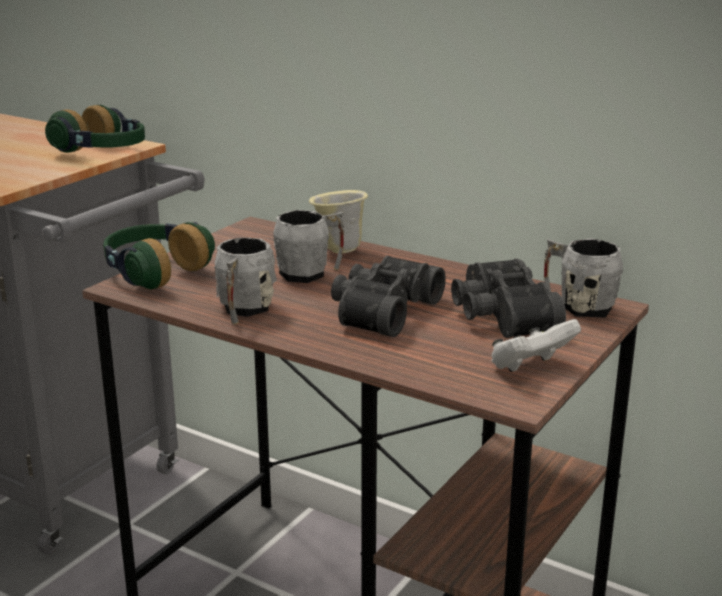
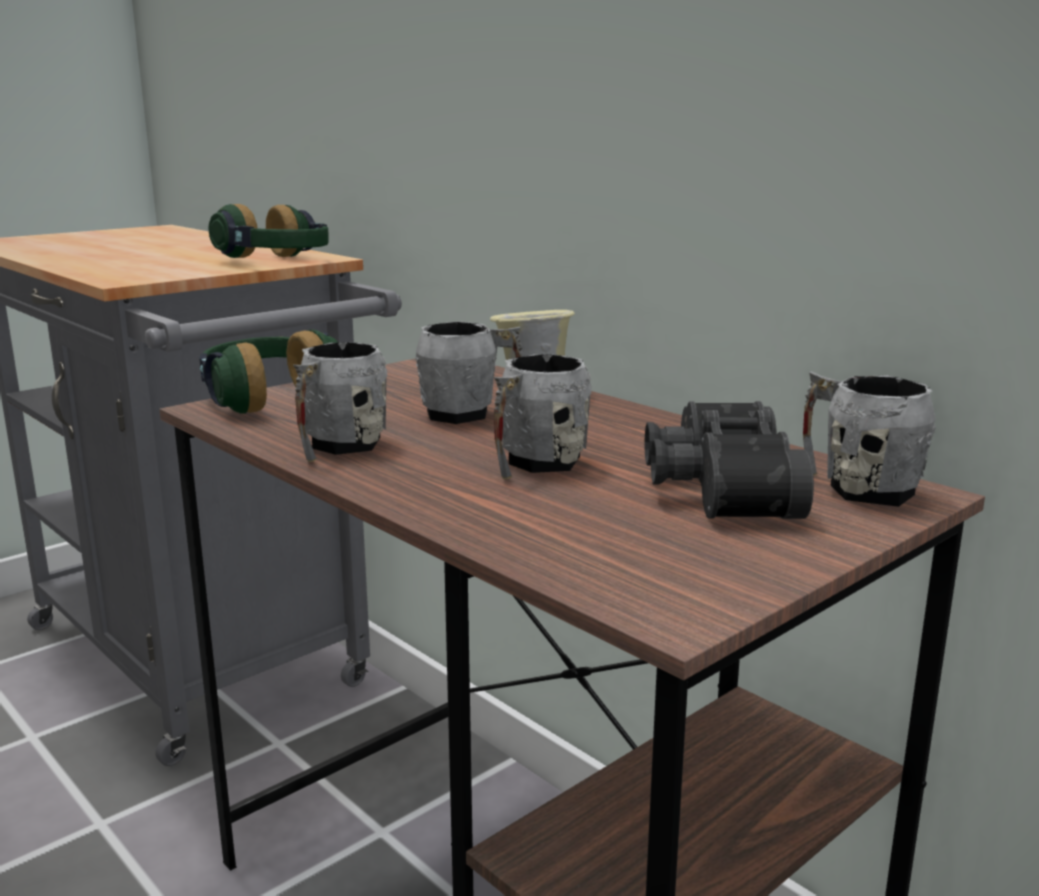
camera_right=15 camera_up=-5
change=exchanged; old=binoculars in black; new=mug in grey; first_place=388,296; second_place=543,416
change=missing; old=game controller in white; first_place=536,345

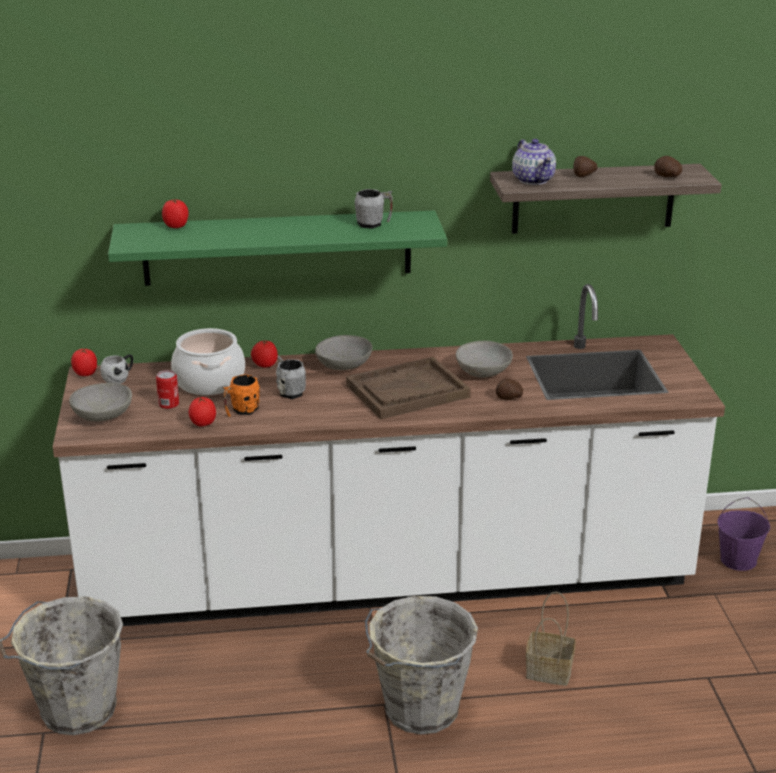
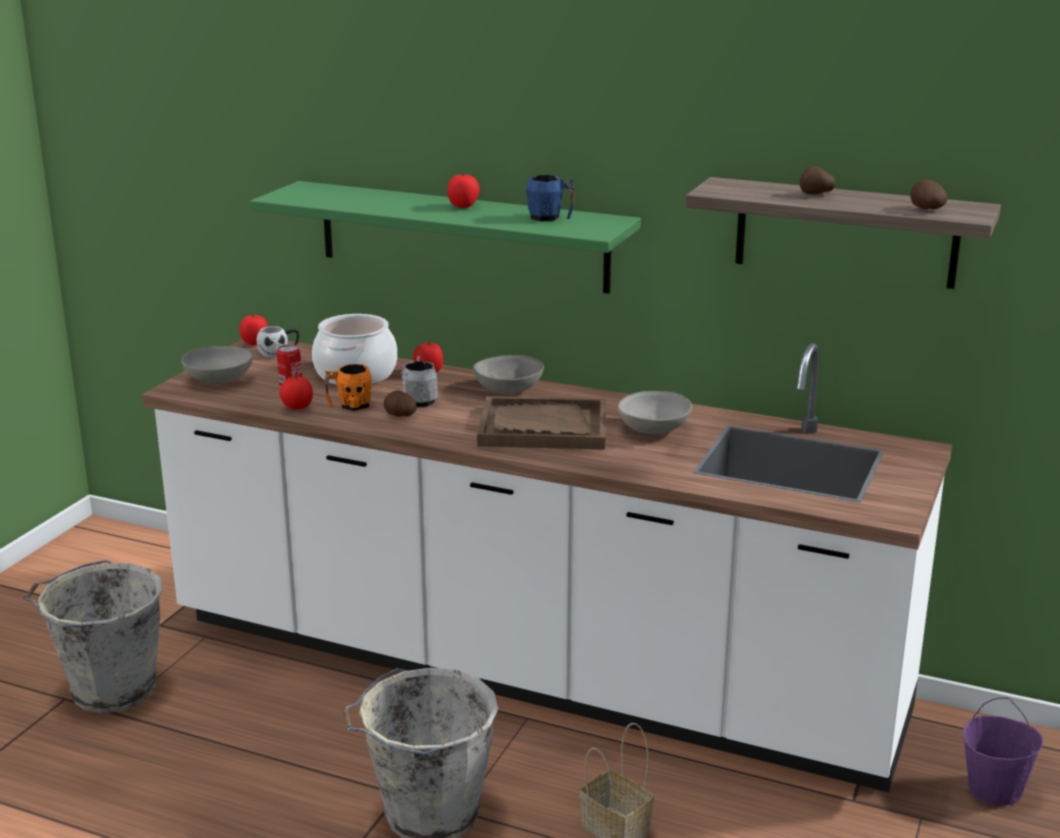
camera_right=30 camera_up=-5
change=missing; old=teapot; first_place=534,162
change=colour; old=mug in grey; new=mug in blue; first_place=374,209; second_place=550,198
change=relocated; old=tomato; first_place=175,213; second_place=463,190
change=relocated; old=potato; first_place=509,388; second_place=400,404

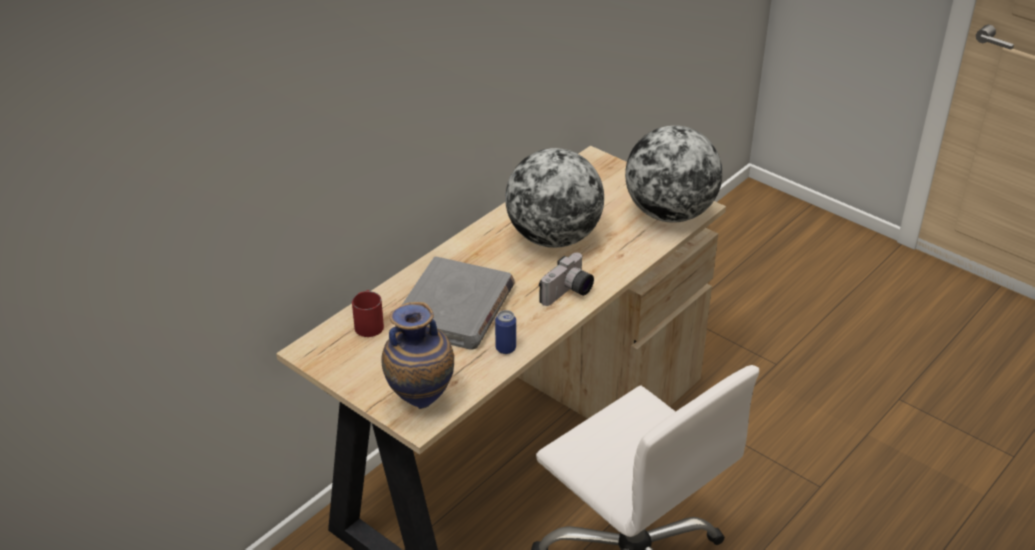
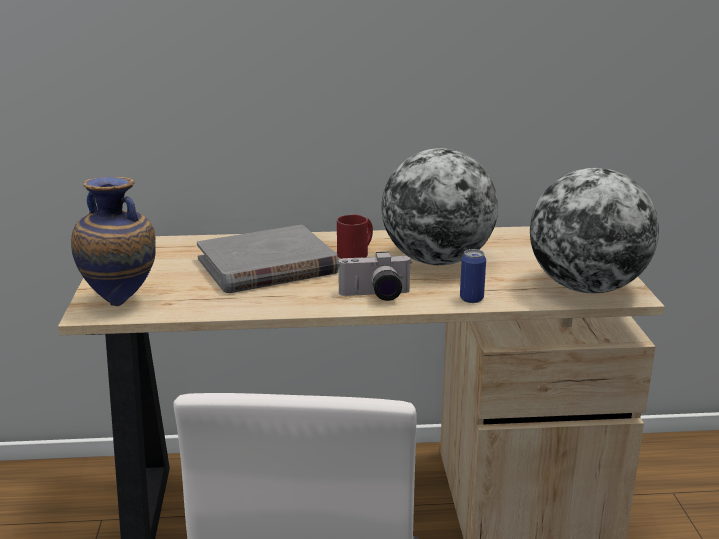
camera_right=45 camera_up=-15
change=relocated; old=mug in red; first_place=368,313; second_place=355,236
change=relocated; old=can; first_place=505,332; second_place=473,276

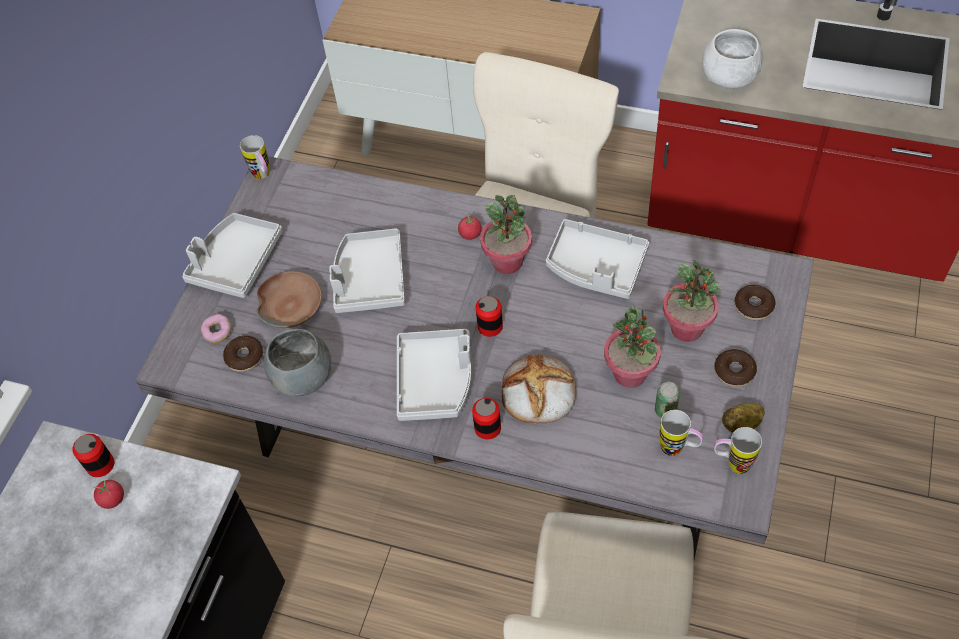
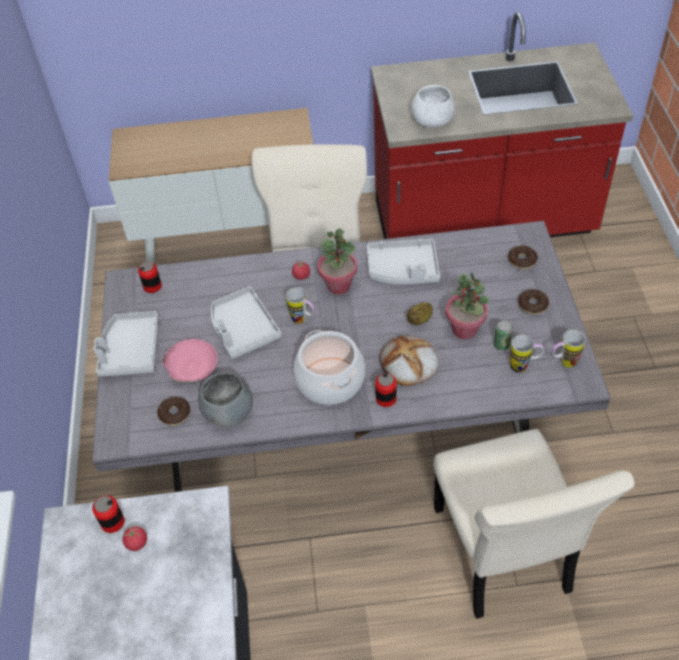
camera_right=-25 camera_up=-5
change=relocated; old=mug; first_place=255,157; second_place=300,305
change=missing; old=potted plant; first_place=692,301
change=colour; old=bowl in brown; new=bowl in pink; first_place=289,299; second_place=190,361
change=relocated; old=can; first_place=489,316; second_place=150,277
change=missing; old=donut; first_place=216,328
change=exchanged; old=tray in grey; new=cooking pot; first_place=434,375; second_place=329,367
change=relocated; old=potato; first_place=743,418; second_place=420,313

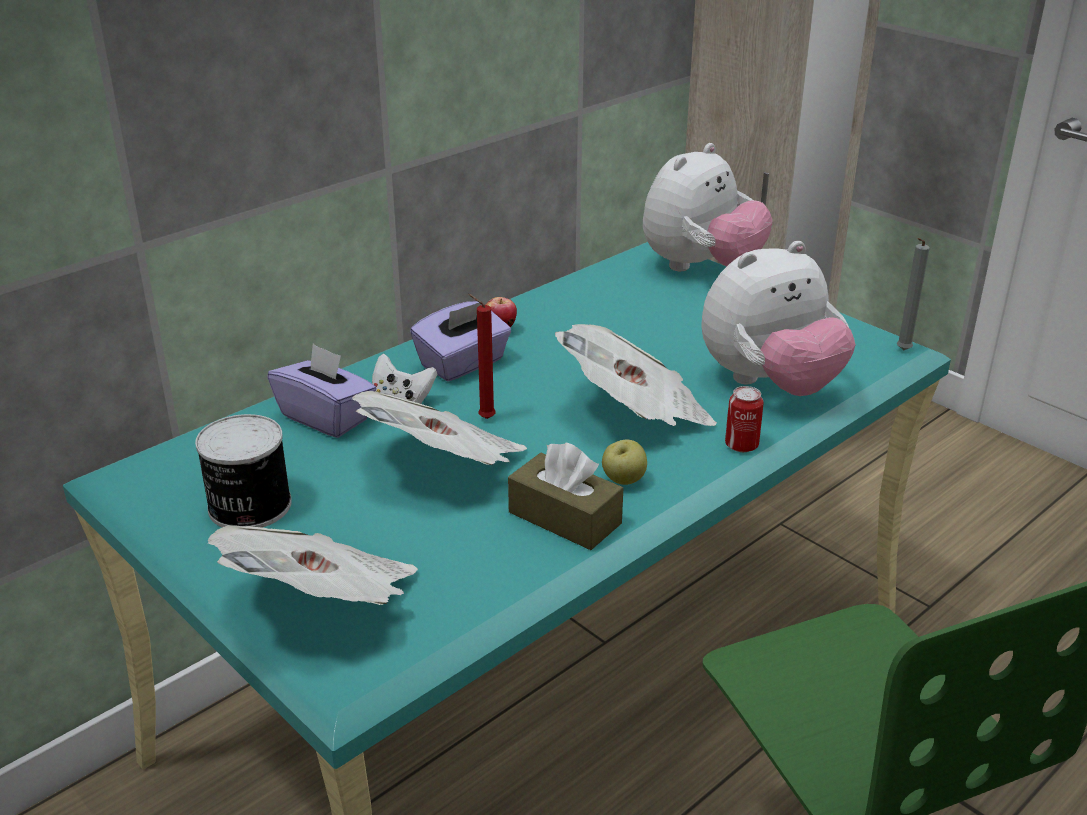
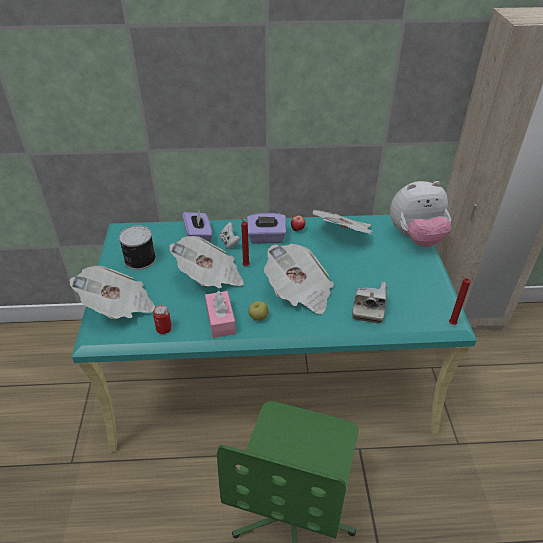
camera_right=40 camera_up=10
change=colour; old=candle in grey; new=candle in red; first_place=913,294; second_place=460,300
change=exchanged; old=plush toy; new=photo camera; first_place=778,318; second_place=369,303
change=relocated; old=can; first_place=744,419; second_place=162,319
change=colour; old=tissue box in brown; new=tissue box in pink; first_place=565,496; second_place=220,314
change=appeared; new=newspaper; second_place=343,222

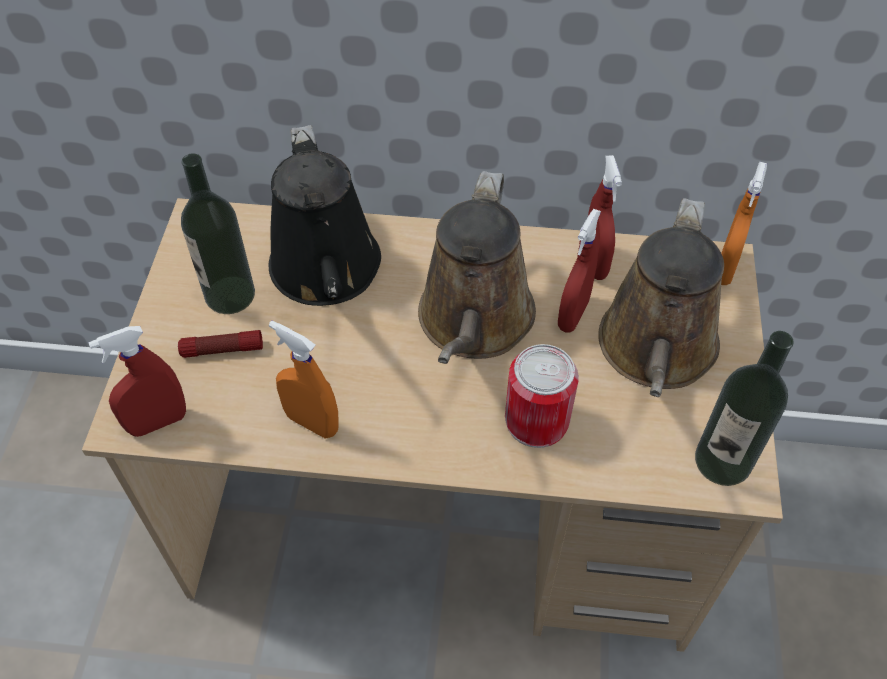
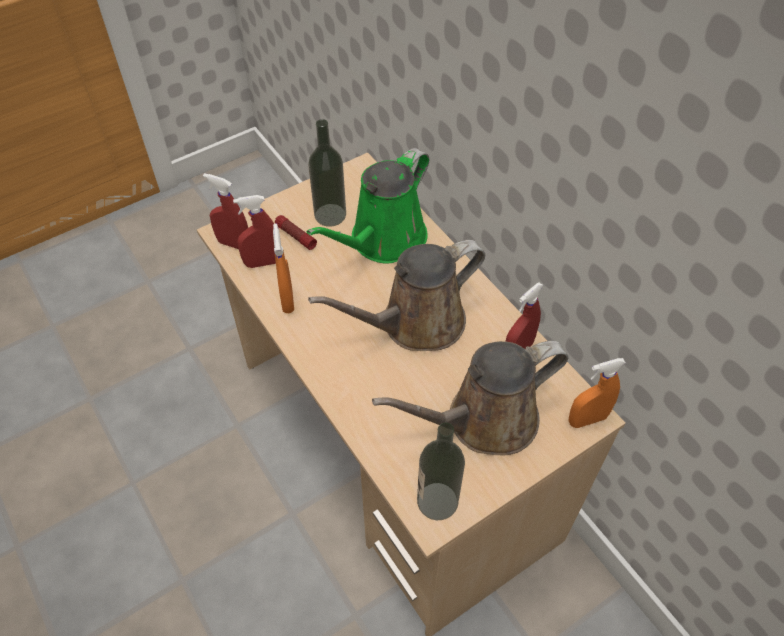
camera_right=50 camera_up=0
change=colour; old=watering can in black; new=watering can in green; first_place=324,215; second_place=368,206
change=relocated; old=spray bottle in red; first_place=579,271; second_place=254,231
change=missing; old=can; first_place=542,396

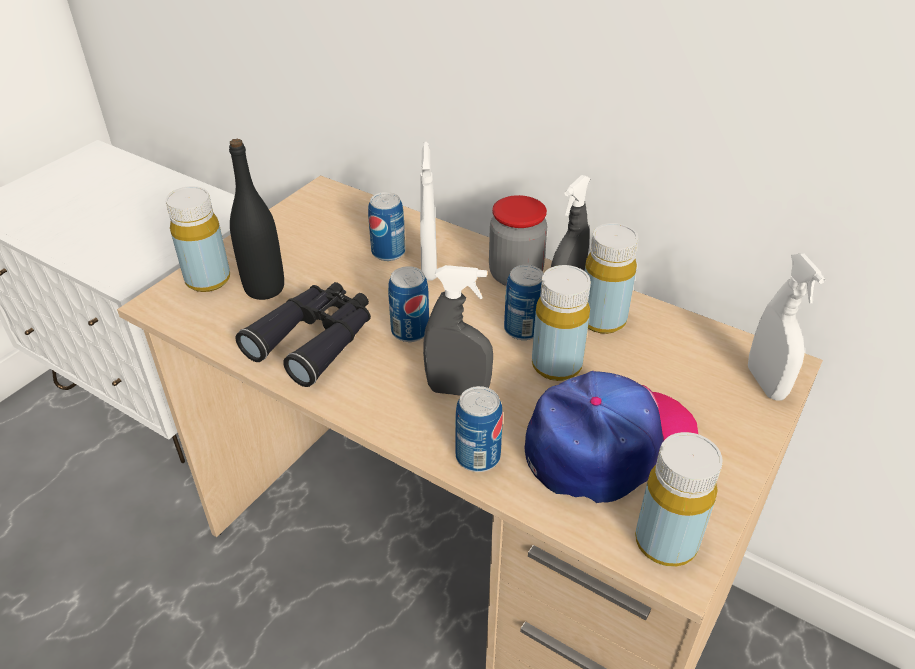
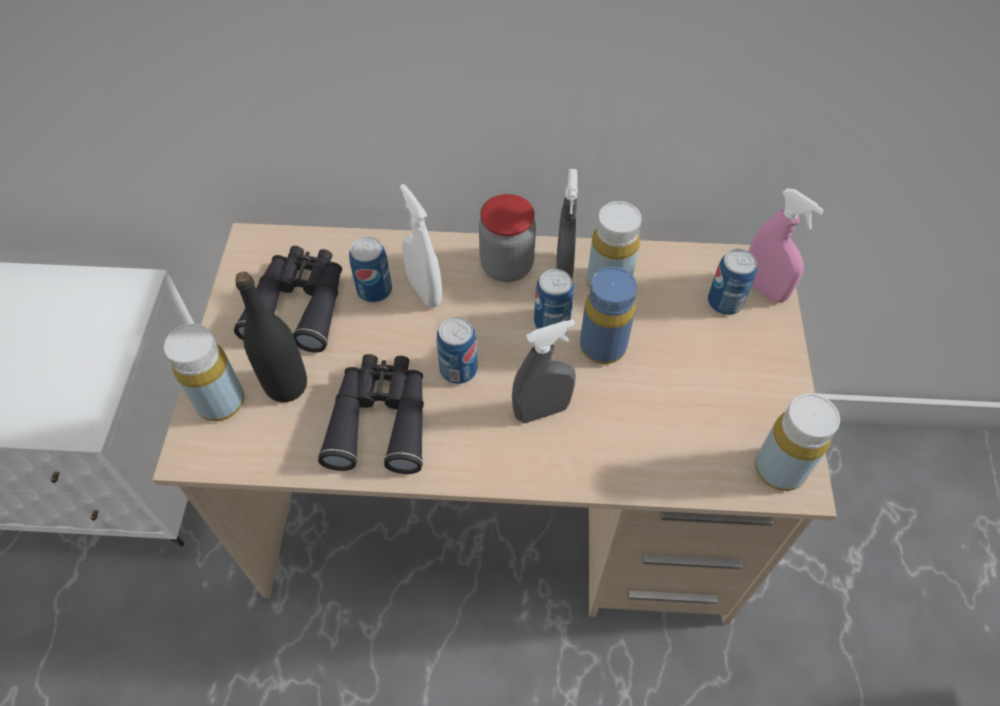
camera_right=-30 camera_up=15
change=colour; old=spray bottle in white; new=spray bottle in pink; first_place=787,327; second_place=786,245
change=colour; old=bottle in yellow; new=bottle in blue; first_place=561,323; second_place=608,315
change=missing; old=cap; first_place=611,437
change=relocated; old=can; first_place=479,429; second_place=732,282
change=appeared; new=binoculars in black; second_place=288,299

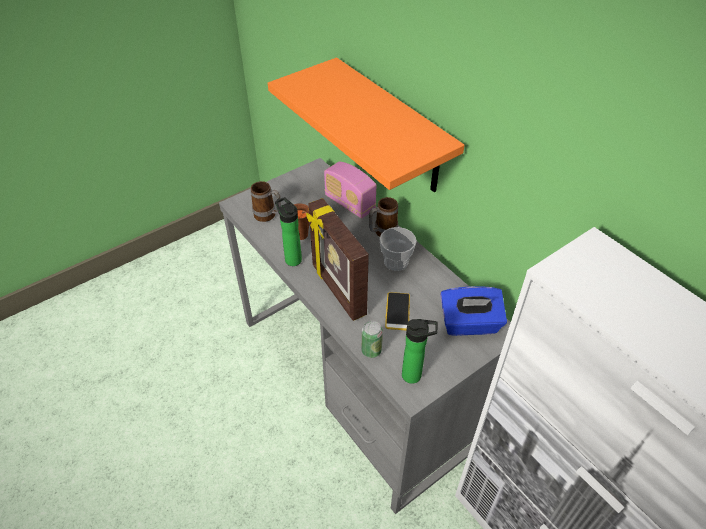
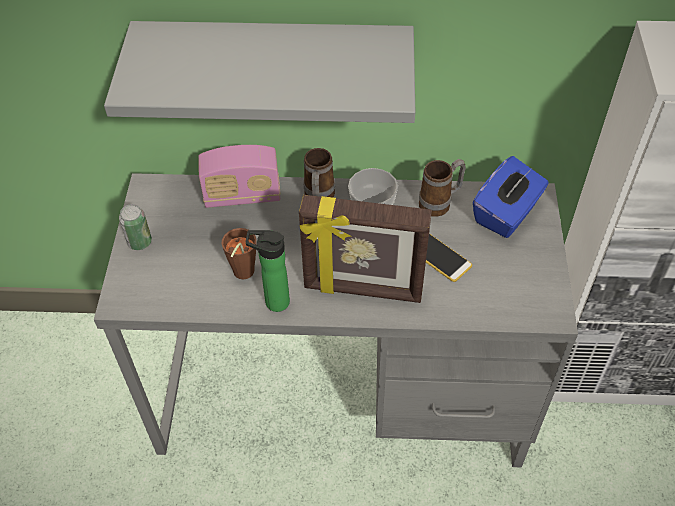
camera_right=-50 camera_up=5
change=colour; old=shelf in orange; new=shelf in grey; first_place=366,125; second_place=259,72
change=relocated; old=mug; first_place=266,201; second_place=442,188
change=missing; old=bottle; first_place=420,351
change=relocated; old=can; first_place=372,339; second_place=135,227

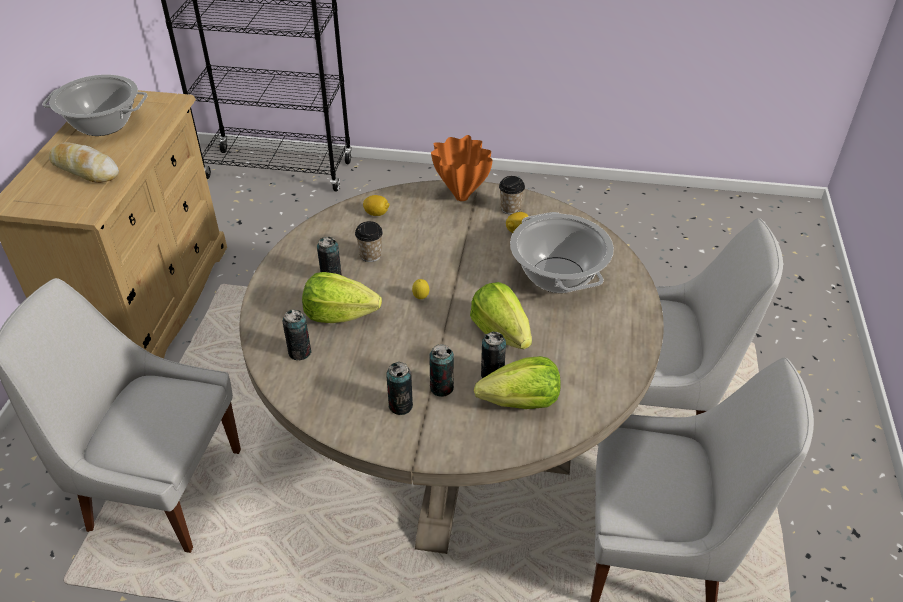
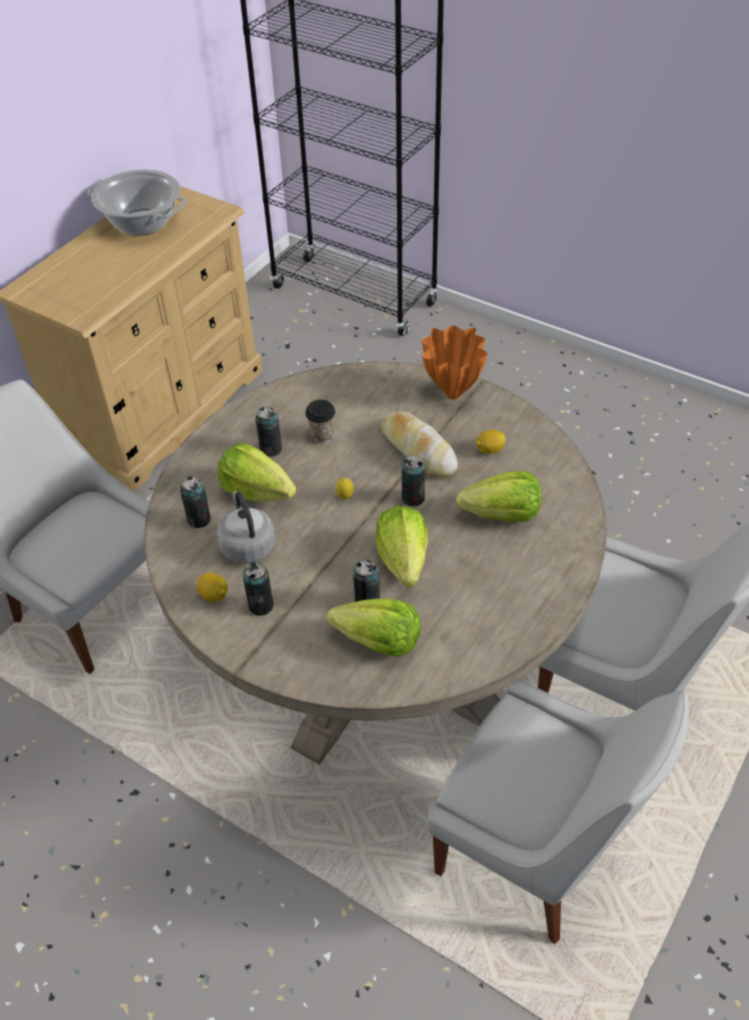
camera_right=25 camera_up=5
change=relocated; old=bread; first_place=84,162; second_place=419,444
change=missing; old=cup; first_place=512,195
change=relocated; old=lemon; first_place=376,205; second_place=212,587
change=exchanged; old=cooking pot; new=lettuce; first_place=562,252; second_place=498,496
change=relocated; old=can; first_place=441,370; second_place=413,480
change=appeared; new=kettle in grey; second_place=246,527

